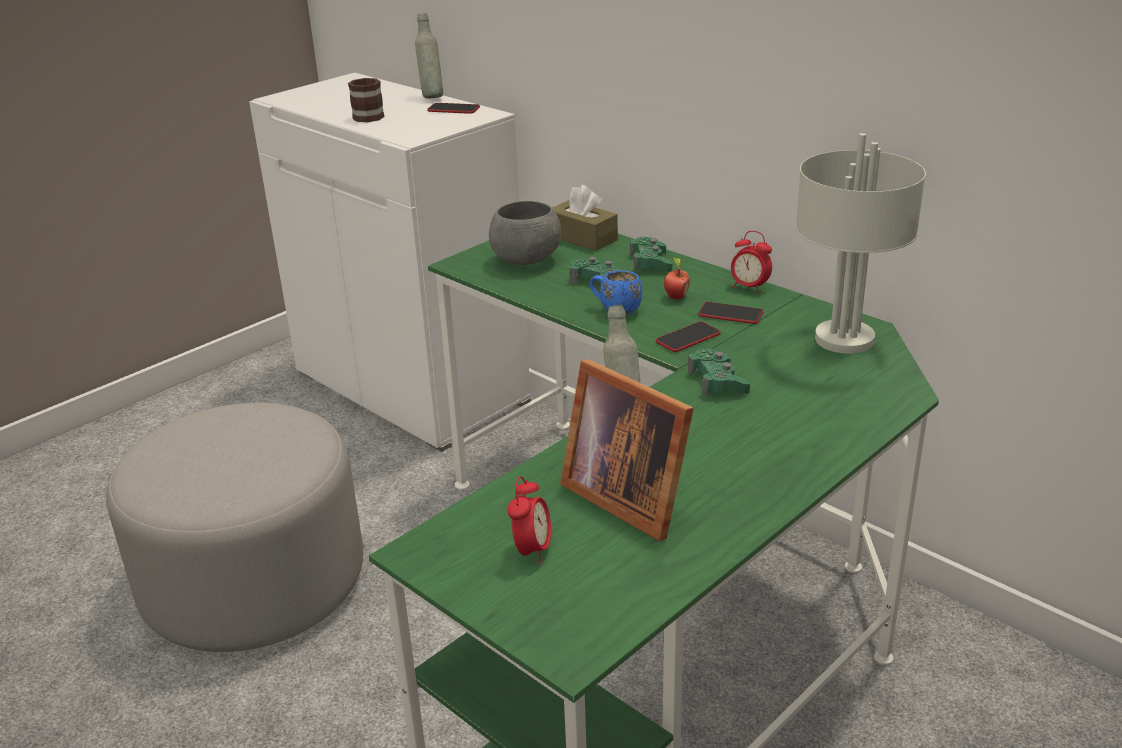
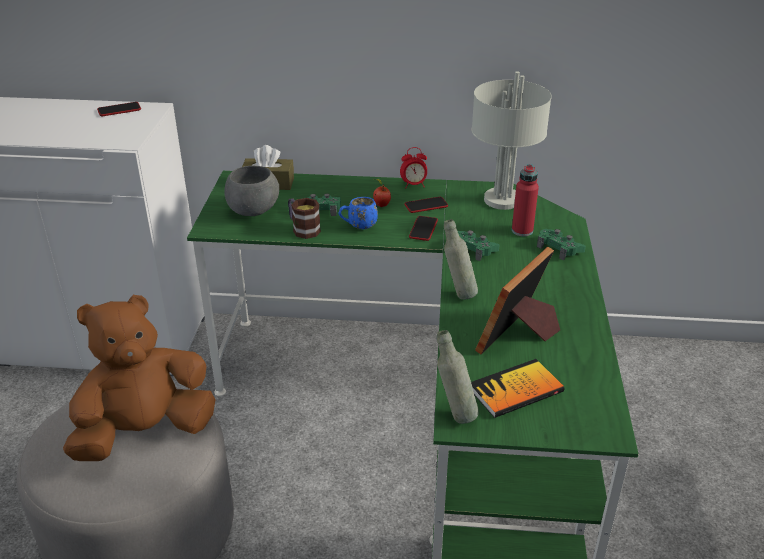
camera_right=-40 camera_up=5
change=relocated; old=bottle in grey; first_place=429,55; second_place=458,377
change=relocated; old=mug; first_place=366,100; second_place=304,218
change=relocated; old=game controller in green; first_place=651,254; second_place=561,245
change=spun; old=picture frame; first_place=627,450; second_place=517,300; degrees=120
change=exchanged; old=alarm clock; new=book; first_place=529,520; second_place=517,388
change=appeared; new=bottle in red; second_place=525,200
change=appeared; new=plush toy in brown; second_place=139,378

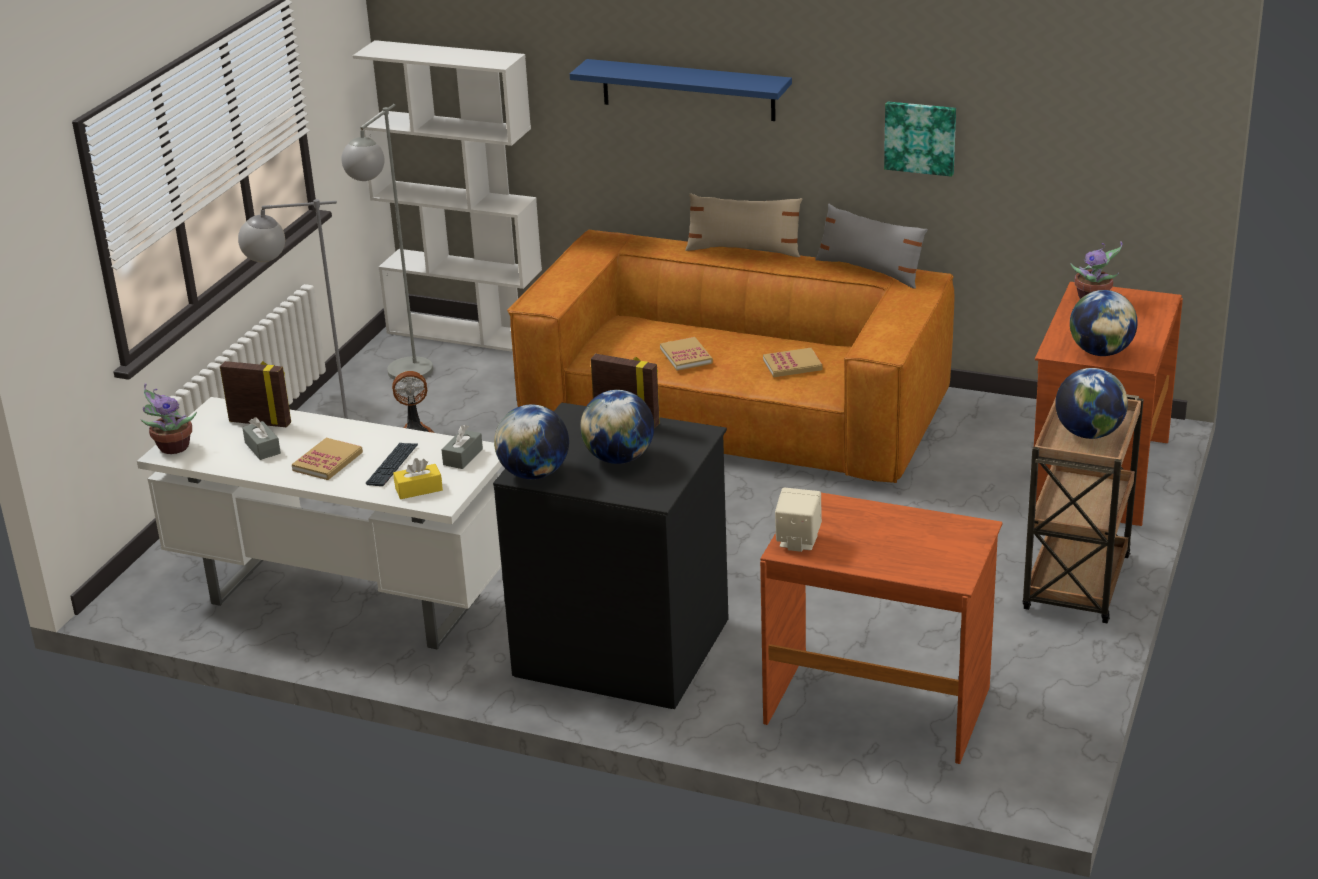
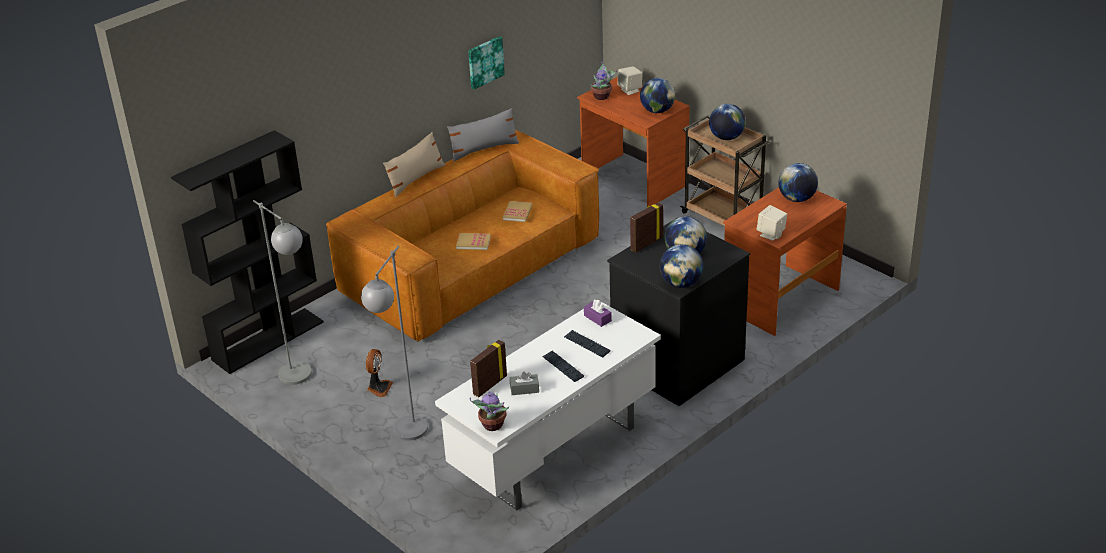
camera_right=-65 camera_up=5
change=colour; old=bookcase in white; new=bookcase in black; first_place=447,196; second_place=247,252
change=missing; old=shelf in blue; first_place=681,90
change=colour; old=tissue box in grey; new=tissue box in purple; first_place=462,447; second_place=598,313
change=exchanged; old=book; new=keyboard; first_place=327,459; second_place=563,366
change=missing; old=tissue box in yellow; first_place=418,478
change=appeared; new=speaker in beige; second_place=630,80
change=appeared; new=globe; second_place=798,182

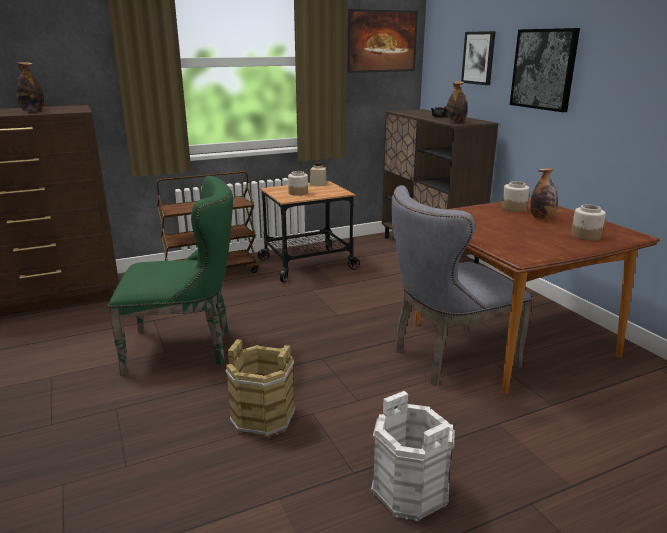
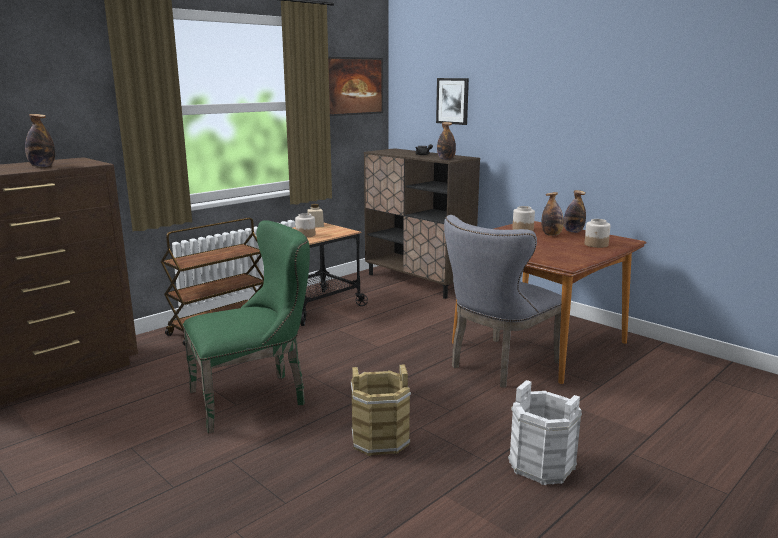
camera_right=-20 camera_up=-5
change=missing; old=picture; first_place=545,70
change=appeared; new=bottle; second_place=575,211

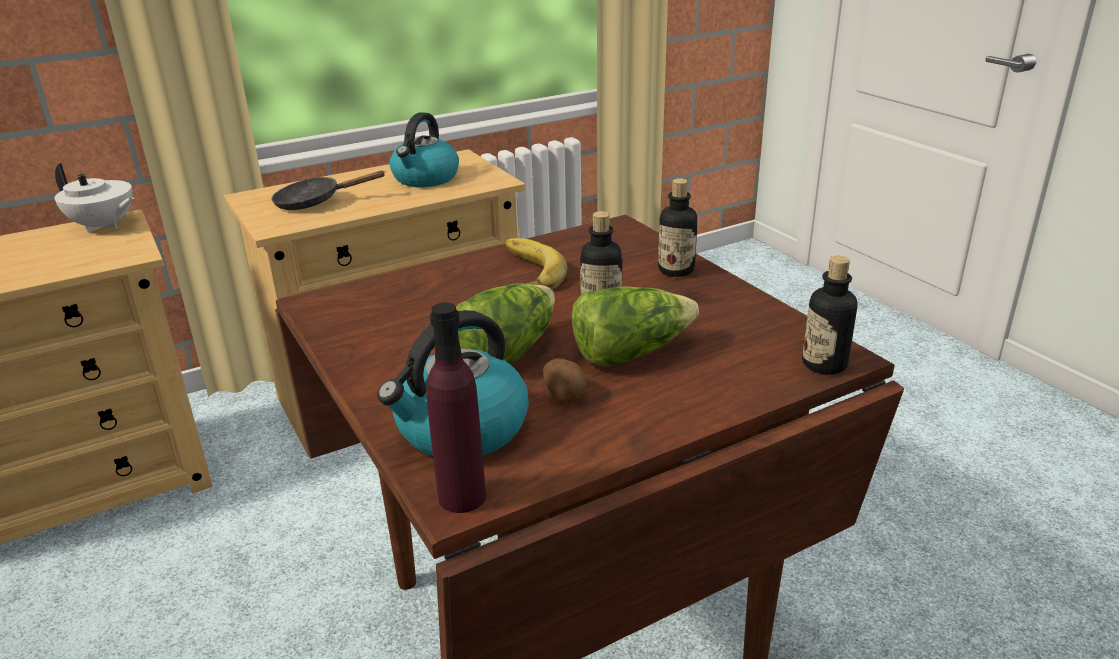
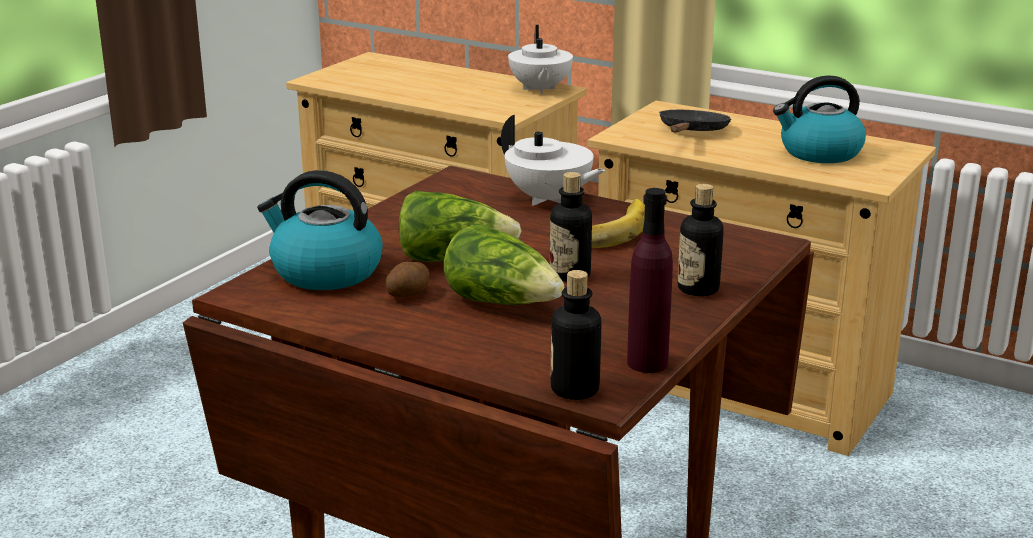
camera_right=60 camera_up=-5
change=spun; old=frying pan in black; first_place=328,190; second_place=695,121; degrees=60
change=relocated; old=bottle in purple; first_place=456,408; second_place=650,280
change=appeared; new=teapot in white; second_place=553,160

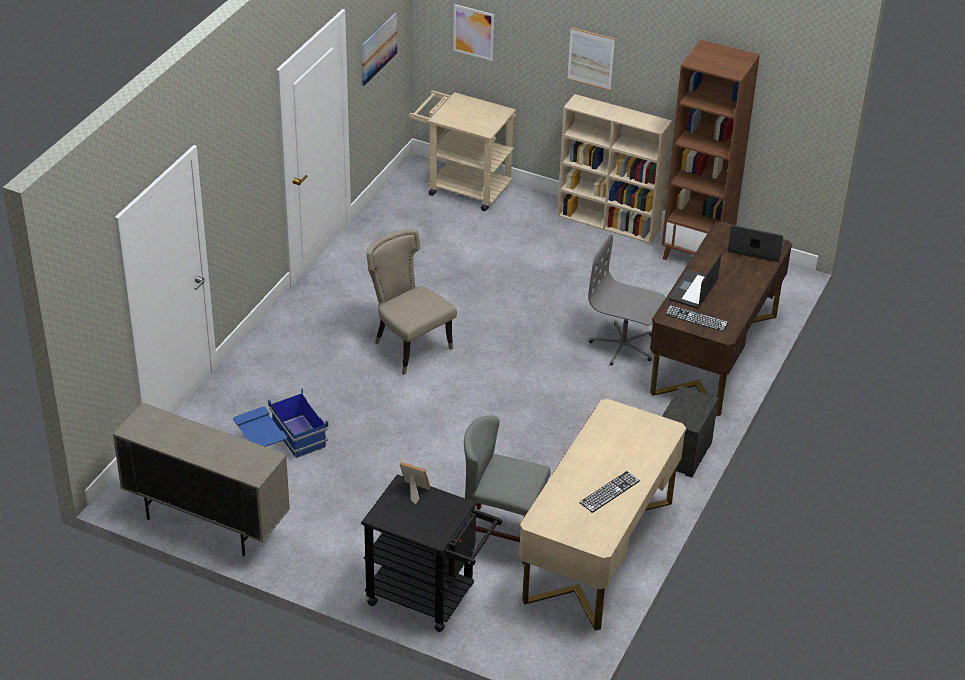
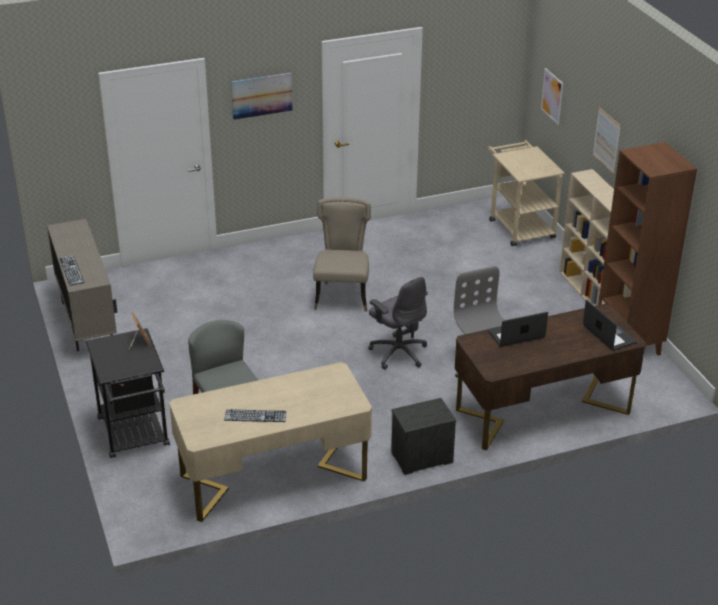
camera_right=45 camera_up=-5
change=relocated; old=picture; first_place=379,49; second_place=262,96
change=relocated; old=keyboard; first_place=696,318; second_place=72,271
change=missing; old=storage box in blue; first_place=280,423
change=appeared; new=office chair in grey; second_place=398,323

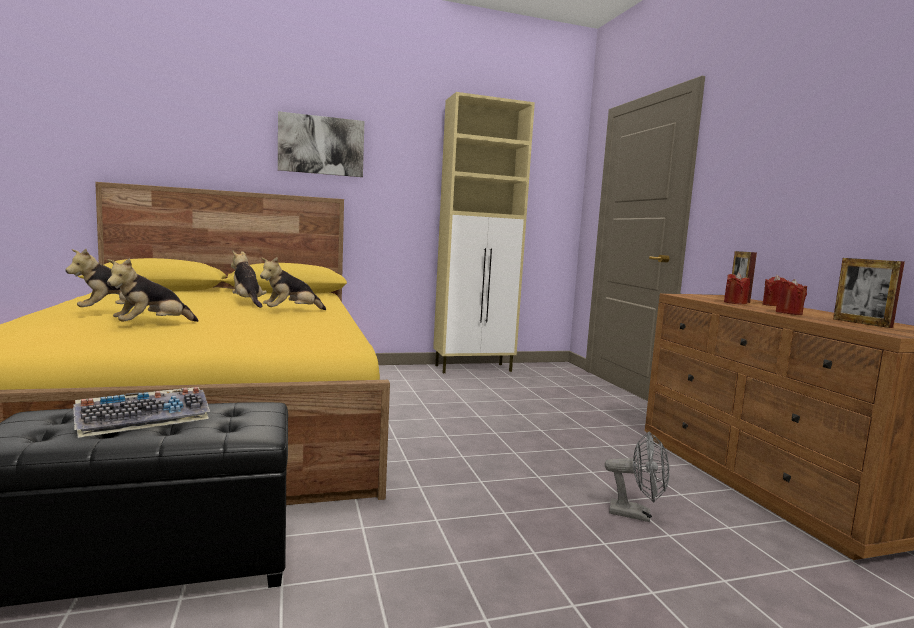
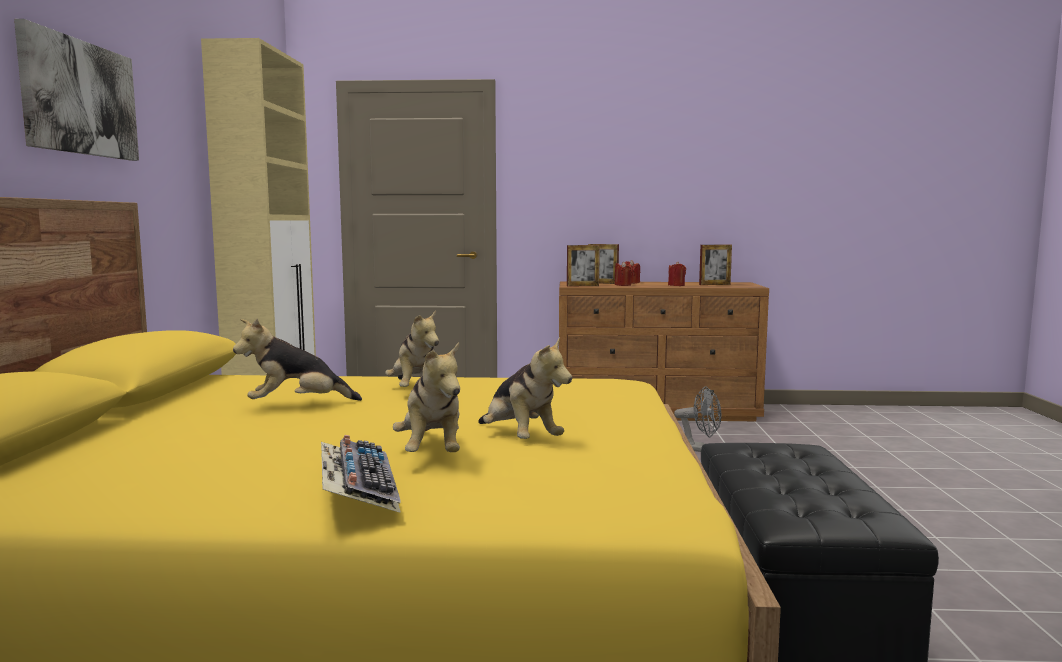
camera_right=-70 camera_up=0
change=relocated; old=keyboard; first_place=141,412; second_place=361,474
change=spun; old=fan in grey; first_place=637,477; second_place=698,419; degrees=75
change=appeared; new=picture frame; second_place=583,266

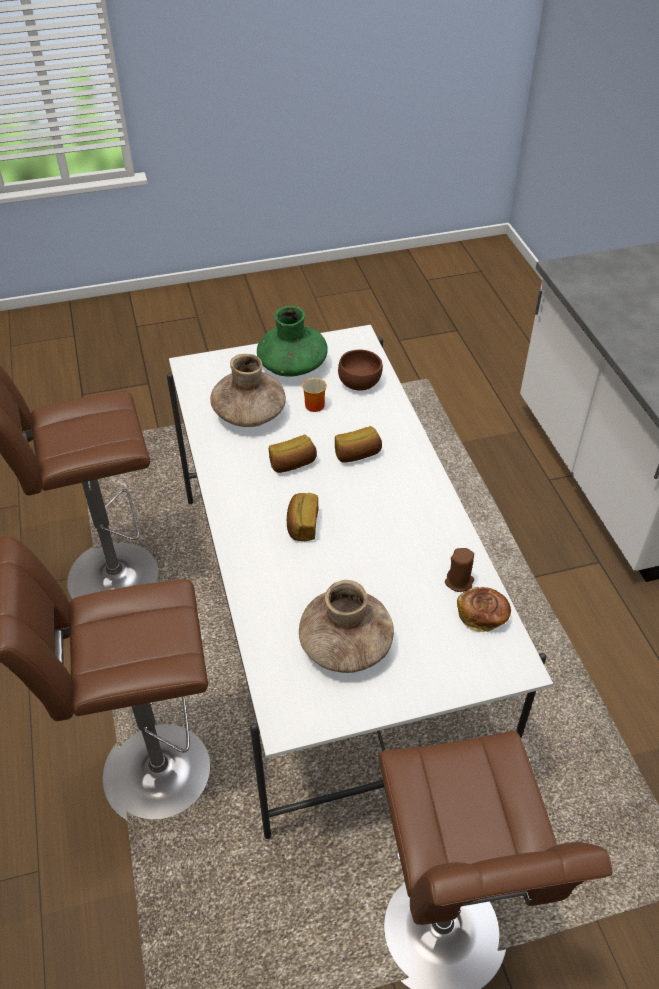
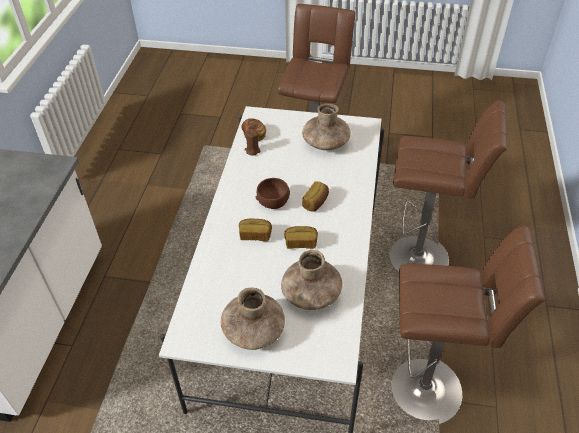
camera_right=-155 camera_up=0
change=colour; old=vase in green; new=vase in brown; first_place=292,341; second_place=253,318
change=relocated; old=bowl in brown; first_place=360,370; second_place=273,193
change=missing; old=mug; first_place=314,394

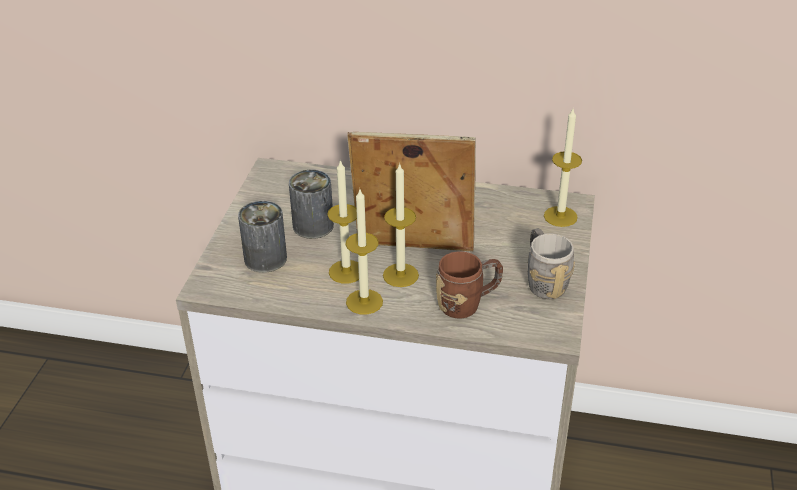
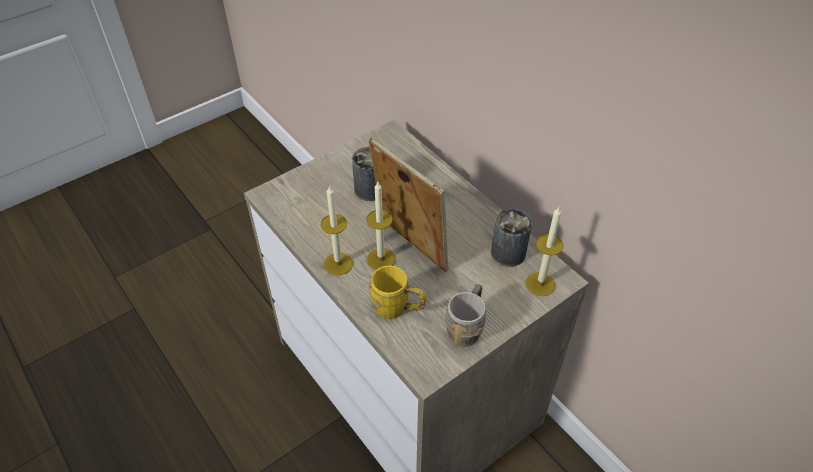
camera_right=40 camera_up=10
change=missing; old=candle; first_place=343,221
change=relocated; old=can; first_place=262,237; second_place=511,238
change=colour; old=mug in brown; new=mug in yellow; first_place=469,285; second_place=398,292

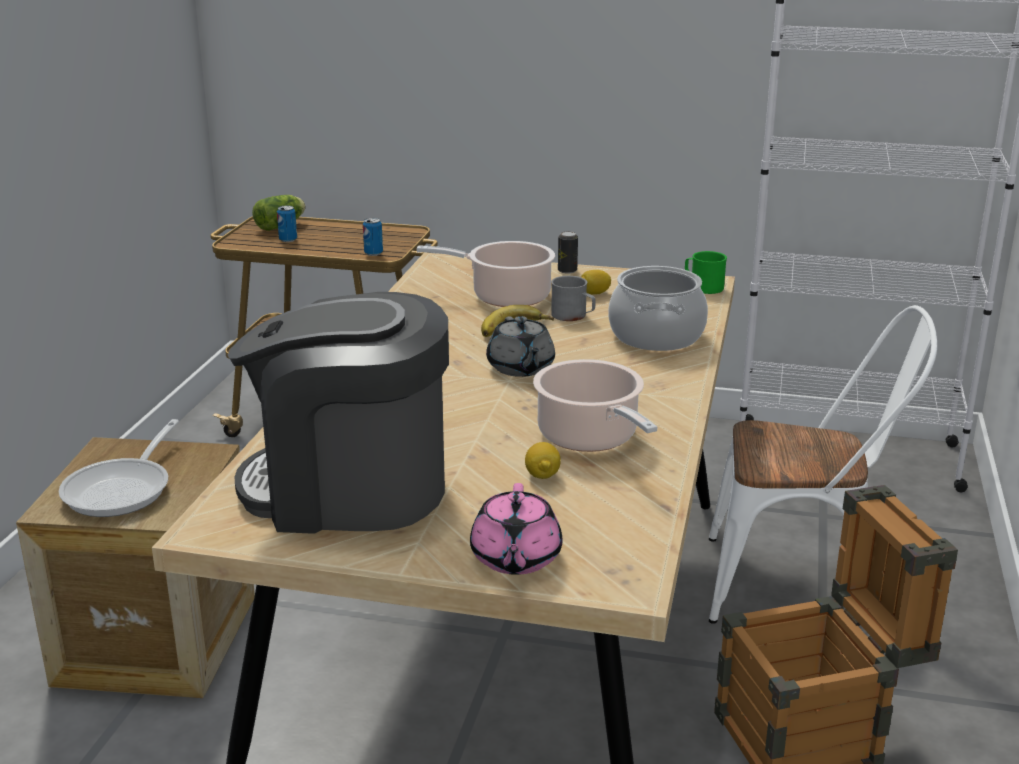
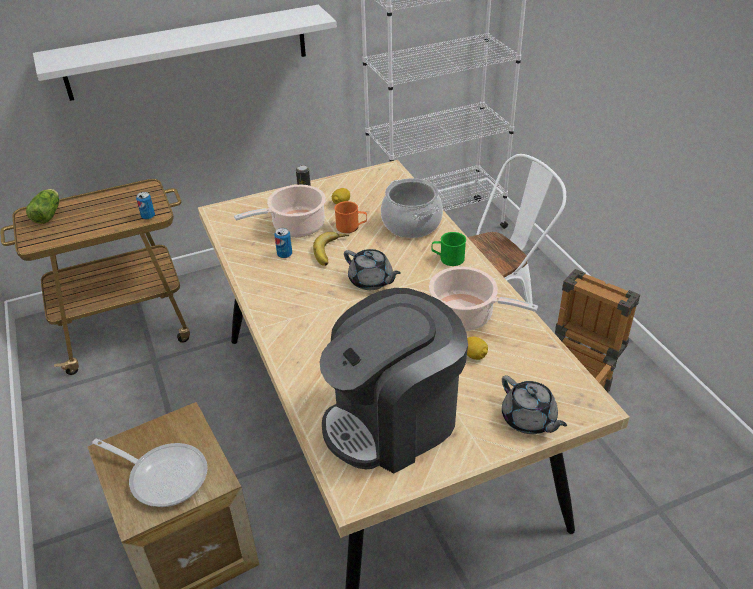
camera_right=-35 camera_up=15
change=relocated; old=can; first_place=287,224; second_place=283,243
change=relocated; old=mug in green; first_place=706,272; second_place=449,249
change=colour; old=mug in grey; new=mug in orange; first_place=573,298; second_place=350,217
change=spun; old=frying pan; first_place=119,468; second_place=150,473; degrees=-45
change=colour; old=teapot in pink; new=teapot in grey; first_place=516,529; second_place=534,404
change=appeared; new=shelf in white; second_place=185,53

